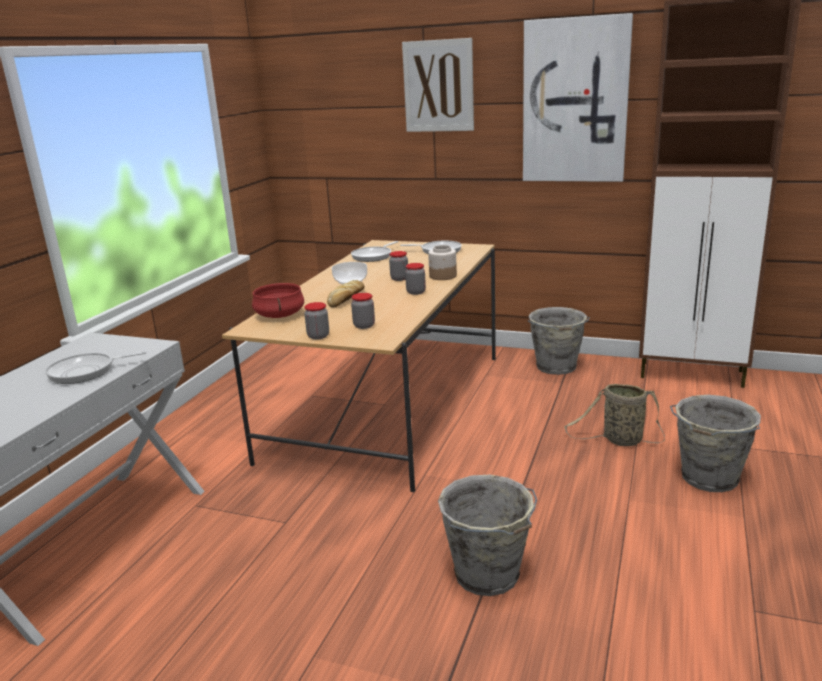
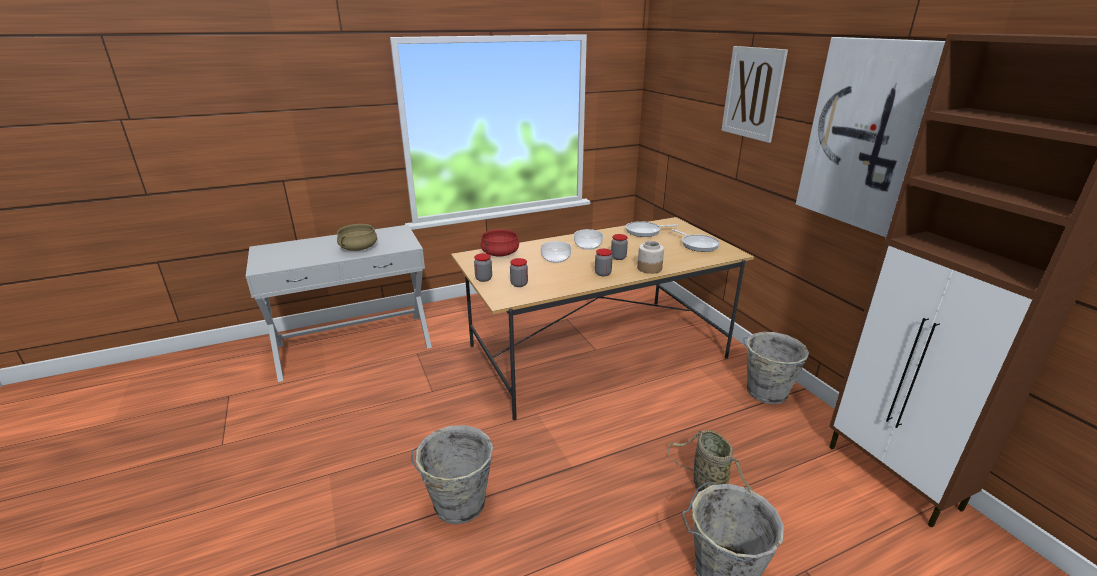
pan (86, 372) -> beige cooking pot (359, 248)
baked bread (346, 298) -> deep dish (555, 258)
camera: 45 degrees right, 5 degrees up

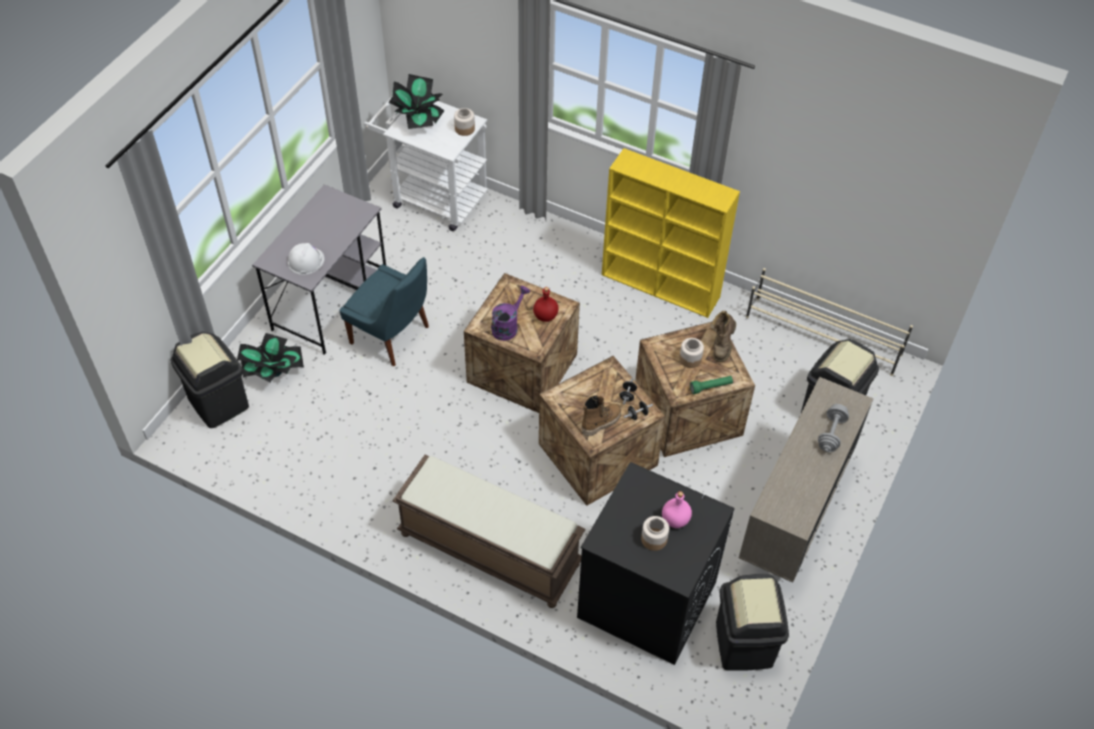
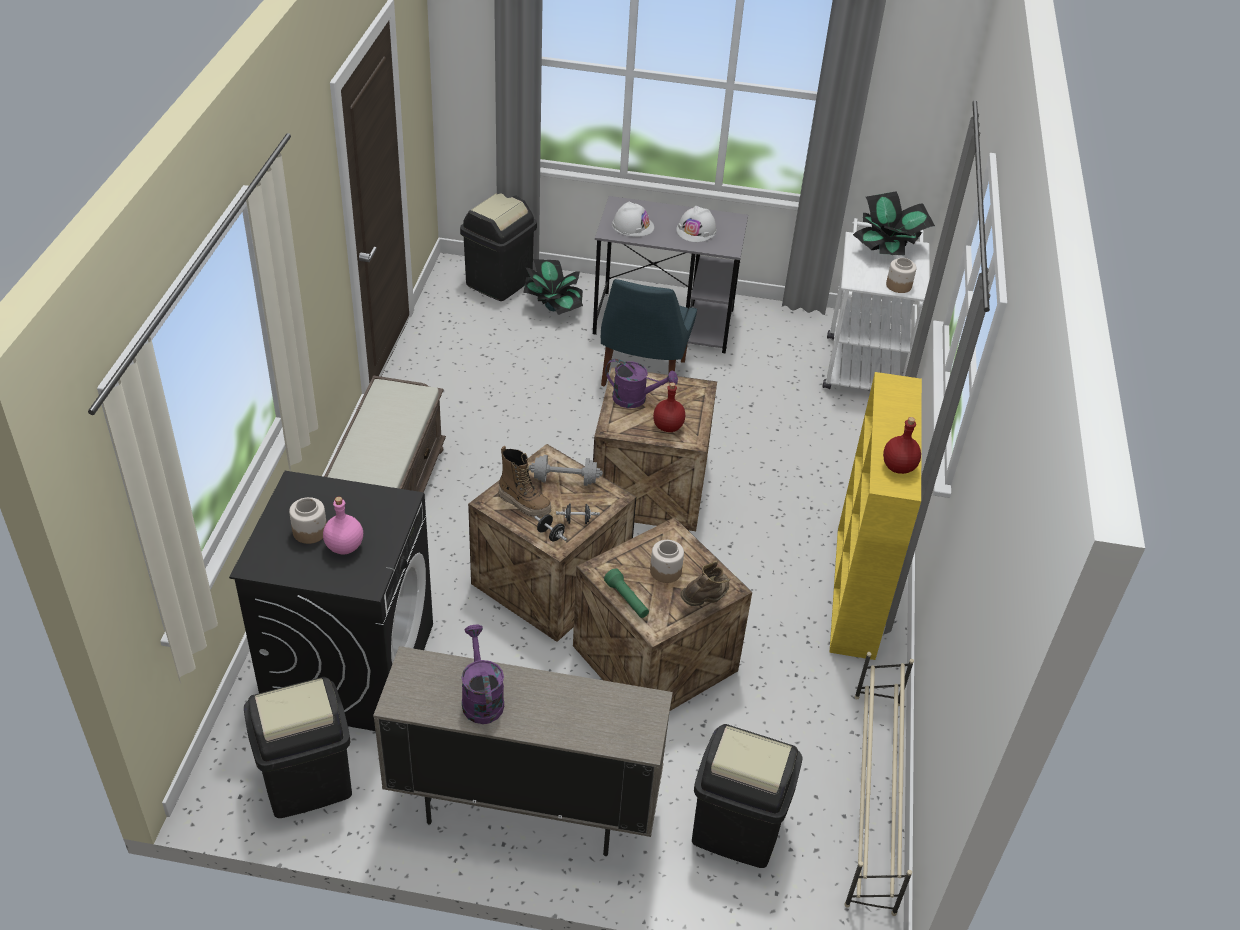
brown-coloured tall boot (721, 345) -> brown-coloured tall boot (705, 600), 135 degrees clockwise
grey free weight (831, 434) -> grey free weight (565, 480), move
none -> purple-coloured watering pot (481, 698)
none -> white-coloured safety helmet (696, 230)
none -> red-coloured beverage bottle (898, 467)
camera: 70 degrees right, 10 degrees down

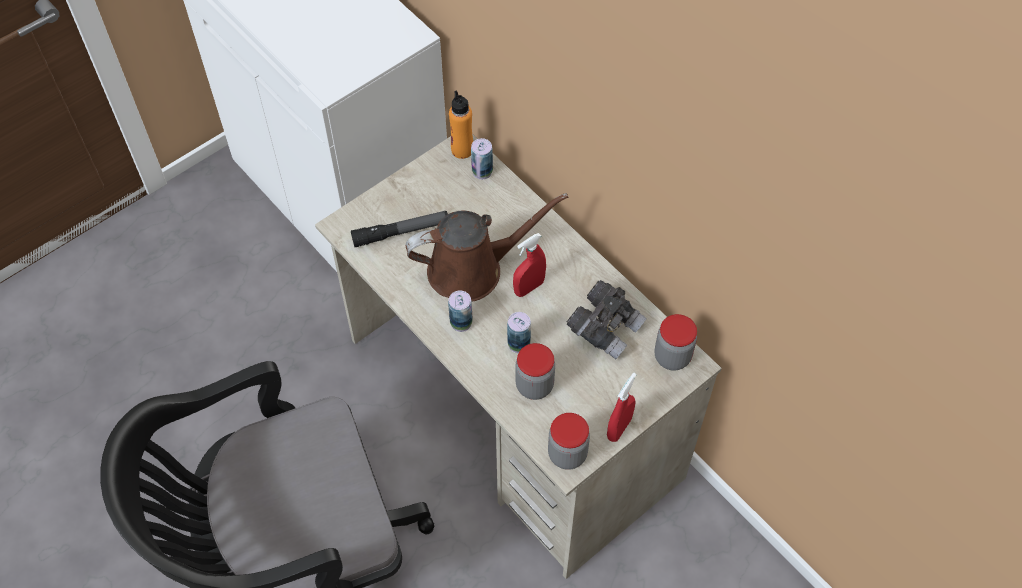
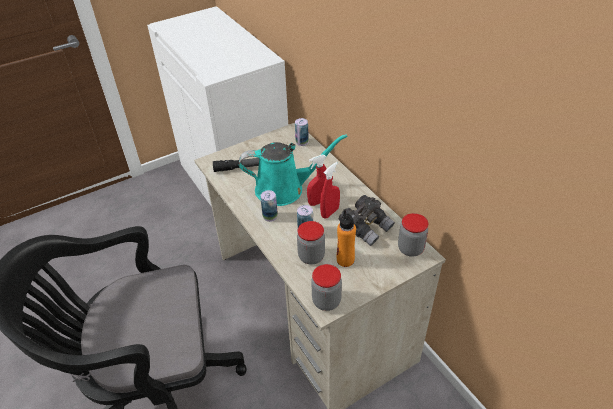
brown-coloured watering pot (472, 269) -> turquoise watering pot (284, 189)
orange beverage bottle (462, 150) -> orange beverage bottle (345, 260), move
red-coloured sprayer (619, 428) -> red-coloured sprayer (330, 212), move
camera: 10 degrees right, 15 degrees down

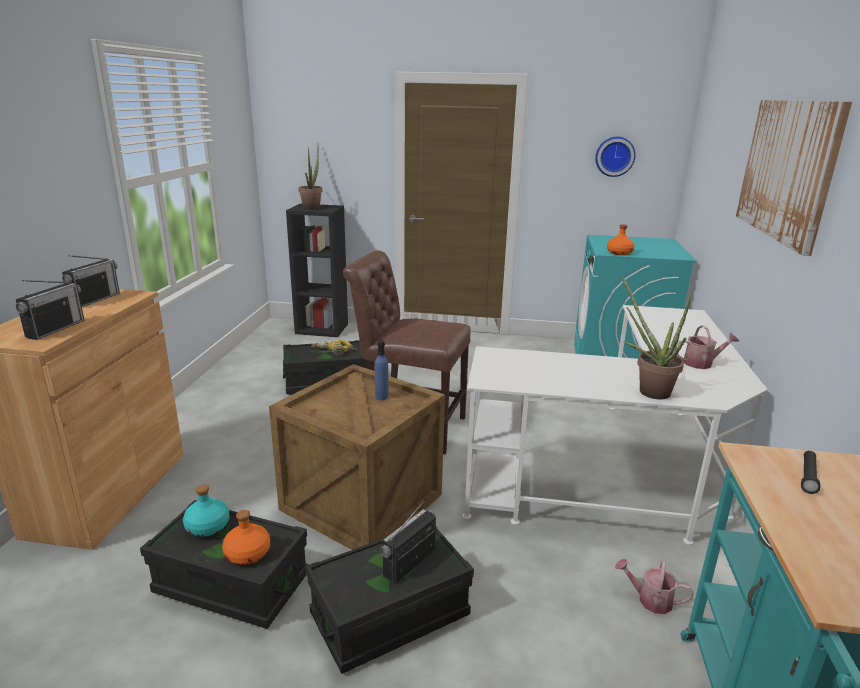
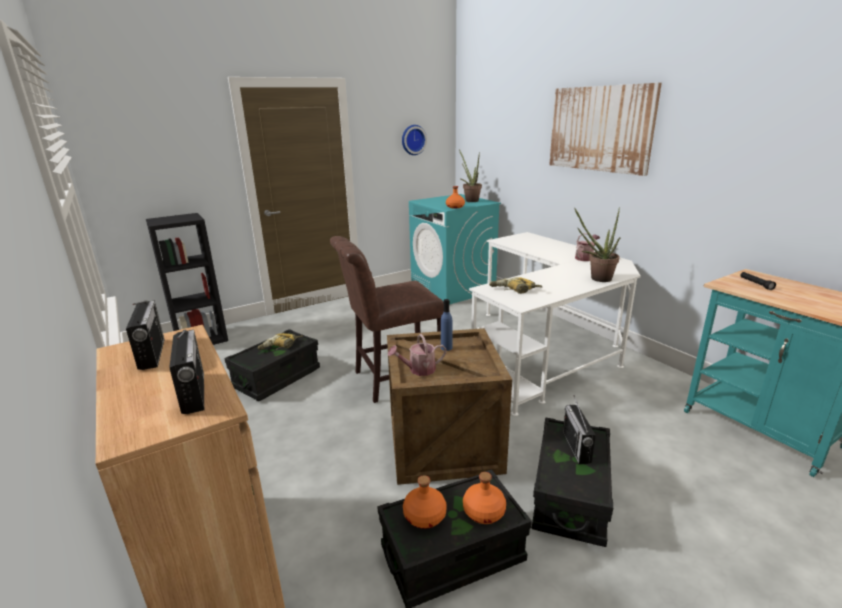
turquoise beverage bottle (207, 526) -> orange beverage bottle (425, 516)
potted plant (312, 207) -> potted plant (470, 200), move
watering pot (649, 599) -> watering pot (418, 370), move
none -> power drill (514, 290)
camera: 40 degrees left, 0 degrees up

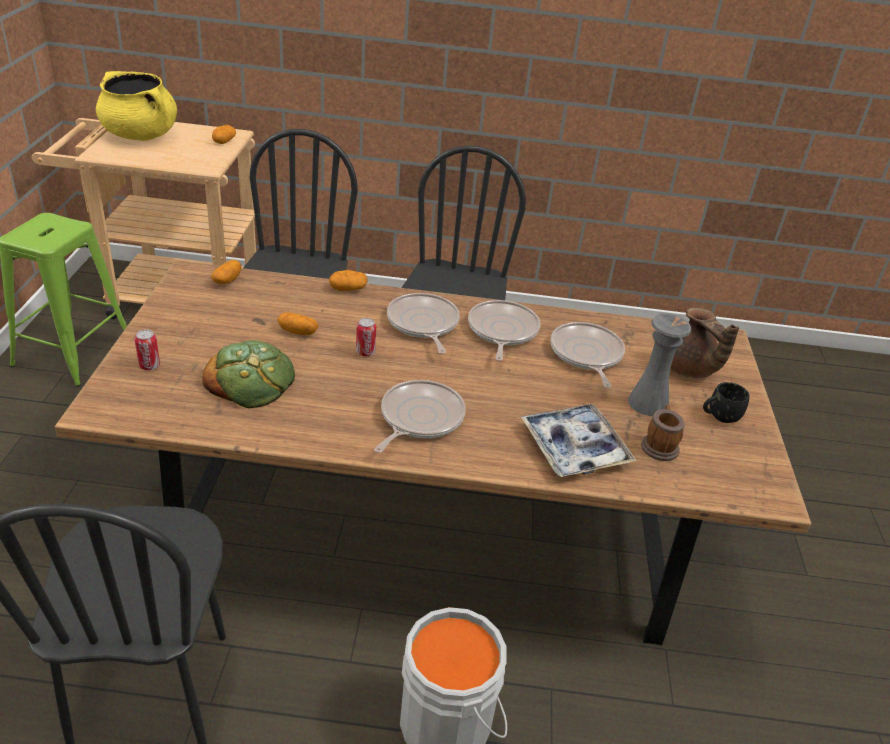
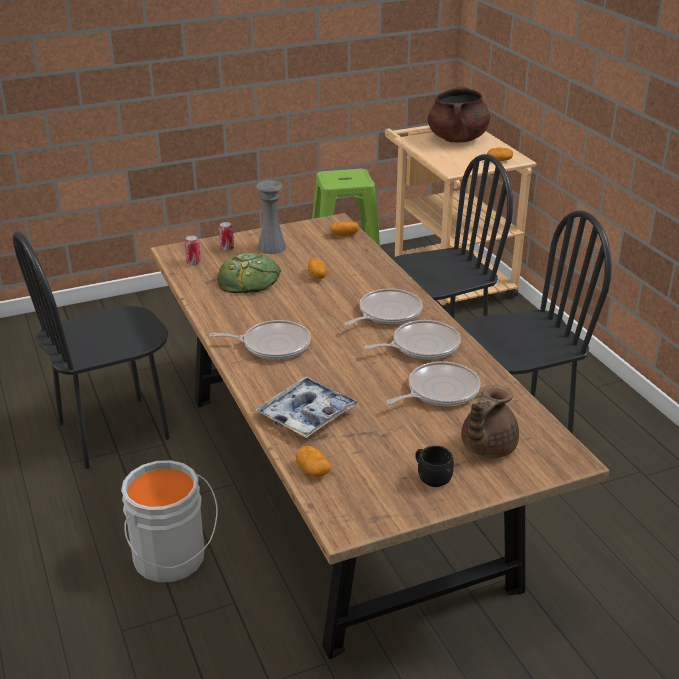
yellow-coloured cooking pot (141, 135) -> brown-coloured cooking pot (457, 139)
spud (348, 289) -> spud (313, 470), move
sealed can (365, 352) -> sealed can (193, 262), move
grey vase (648, 403) -> grey vase (271, 247), move
tea mug (659, 445) -> none
camera: 65 degrees right, 5 degrees down

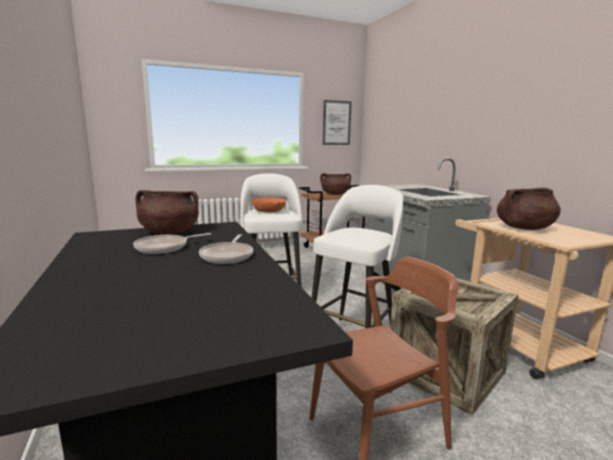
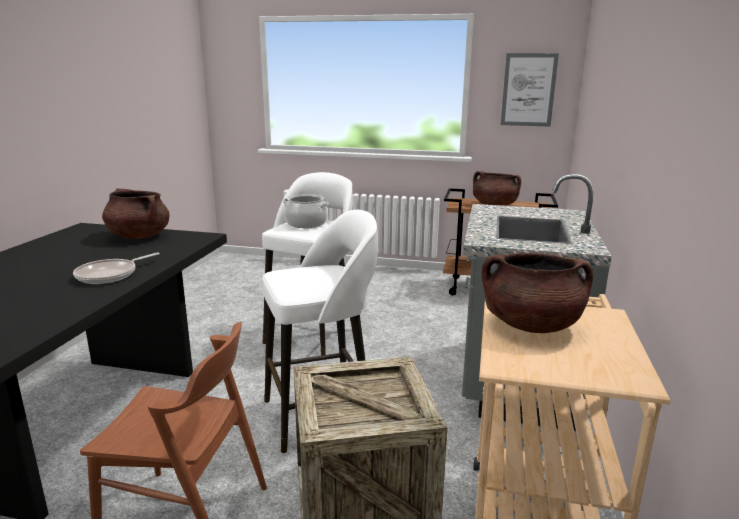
pan (165, 247) -> none
orange deep dish (268, 211) -> cooking pot (306, 223)
camera: 35 degrees right, 5 degrees up

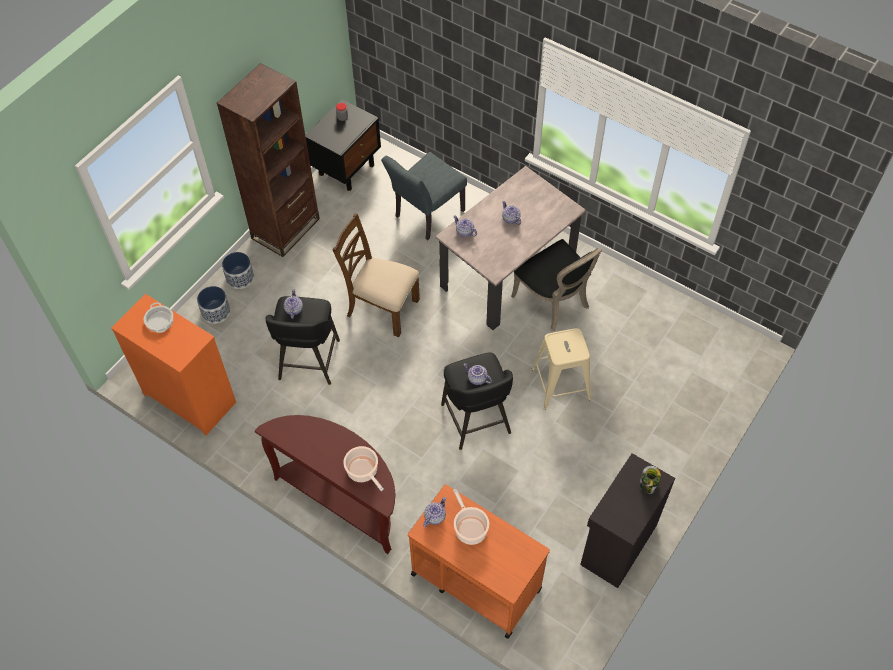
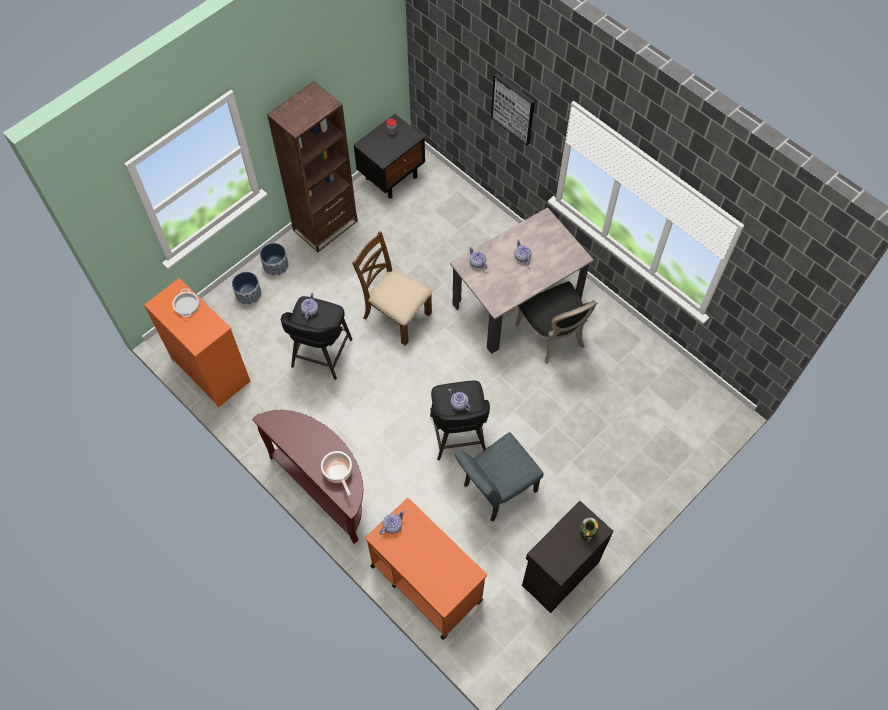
grey upright chair (425, 216) -> grey upright chair (495, 491), move
cooking pot (470, 528) -> none
beige stool (560, 384) -> none
none -> wall art (513, 108)
camera: 10 degrees right, 5 degrees up

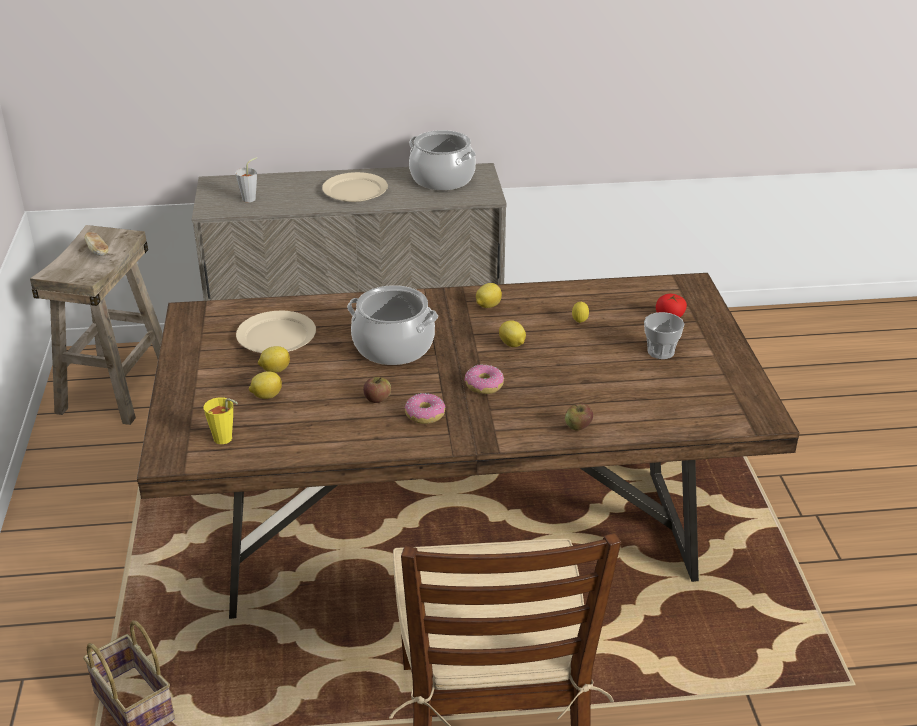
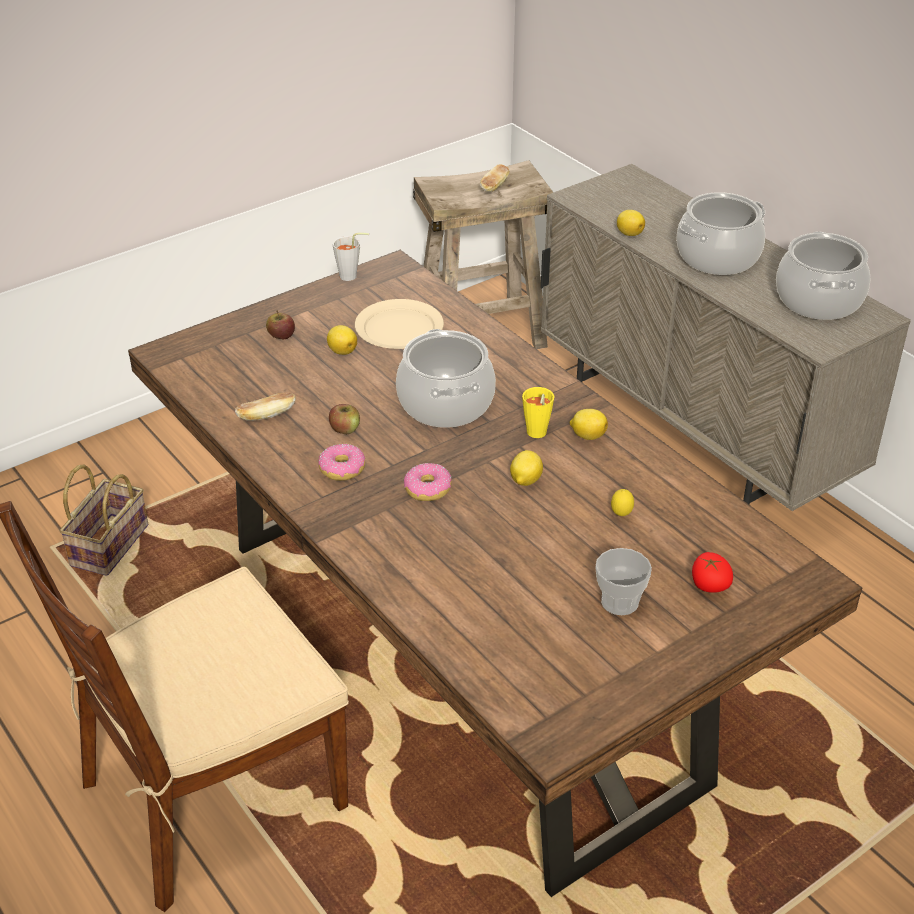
yellow-coloured small cup (226, 440) -> yellow-coloured small cup (536, 435), move
grey small cup (251, 198) -> grey small cup (352, 276), move
citrus fruit (266, 396) -> citrus fruit (629, 233), move
beige plate (354, 190) -> cooking pot (717, 257)
apple (578, 426) -> apple (281, 336), move
none -> baked bread (266, 416)
camera: 60 degrees right, 5 degrees up

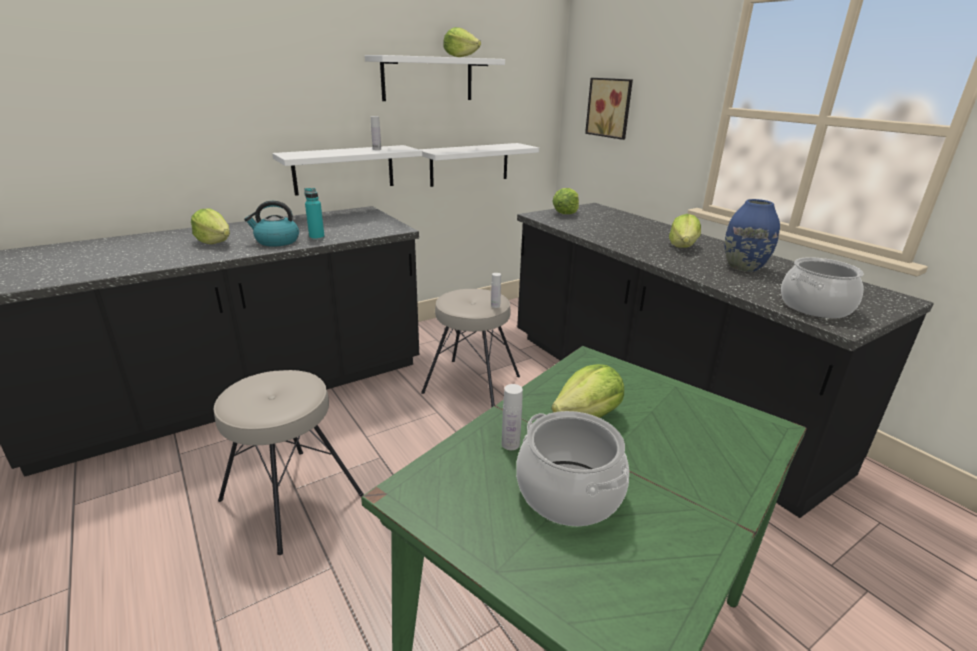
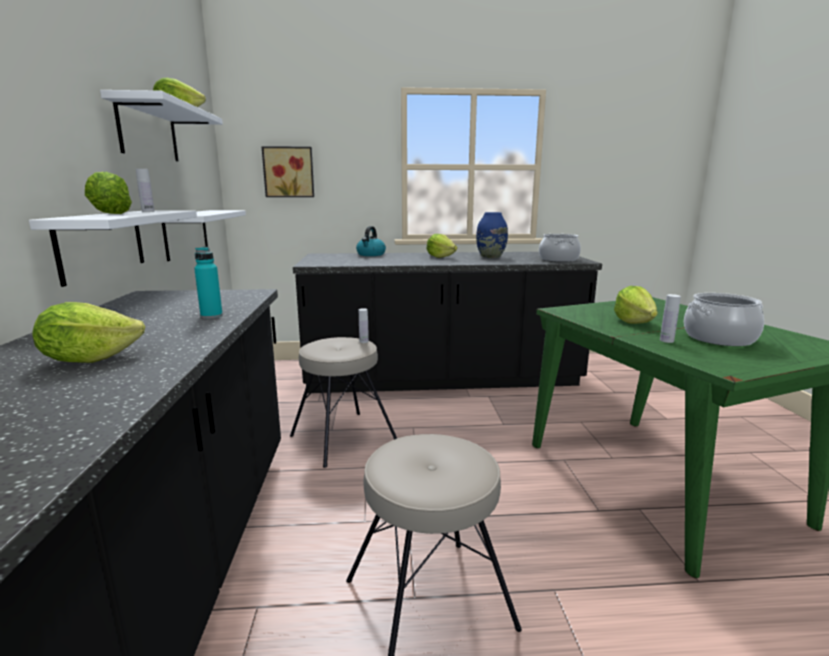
water kettle (276, 241) -> water kettle (371, 254), move
lettuce (565, 213) -> lettuce (111, 214), move
camera: 60 degrees left, 10 degrees down

